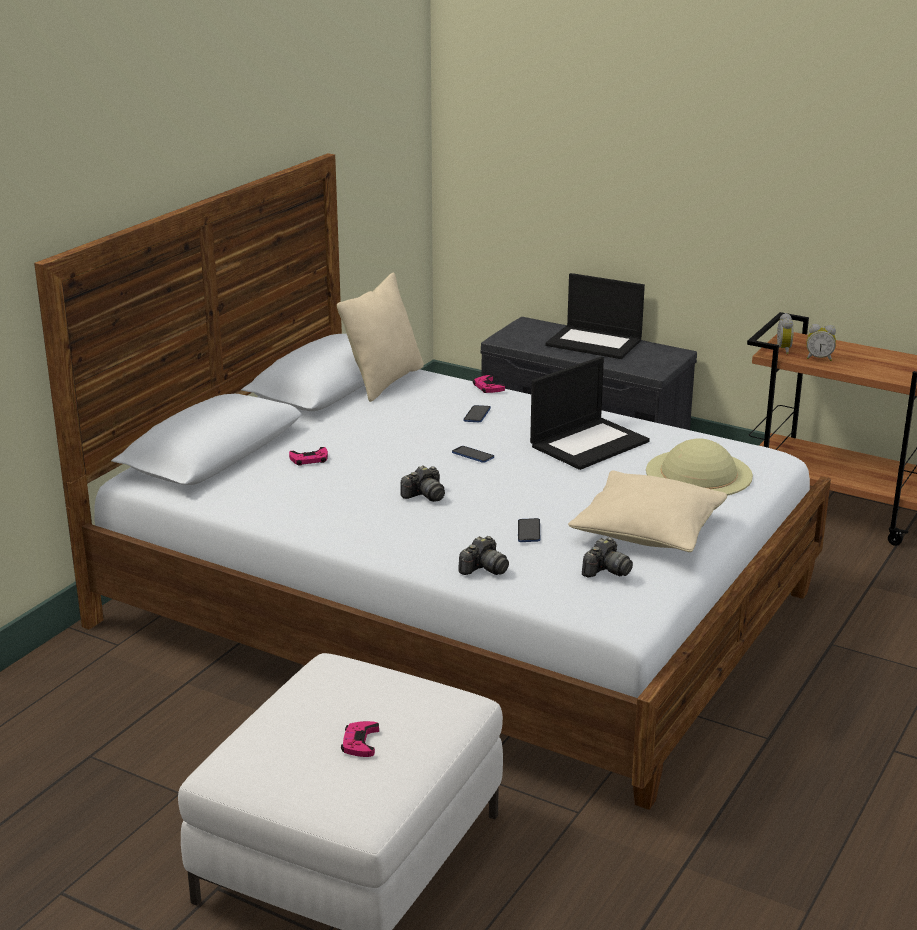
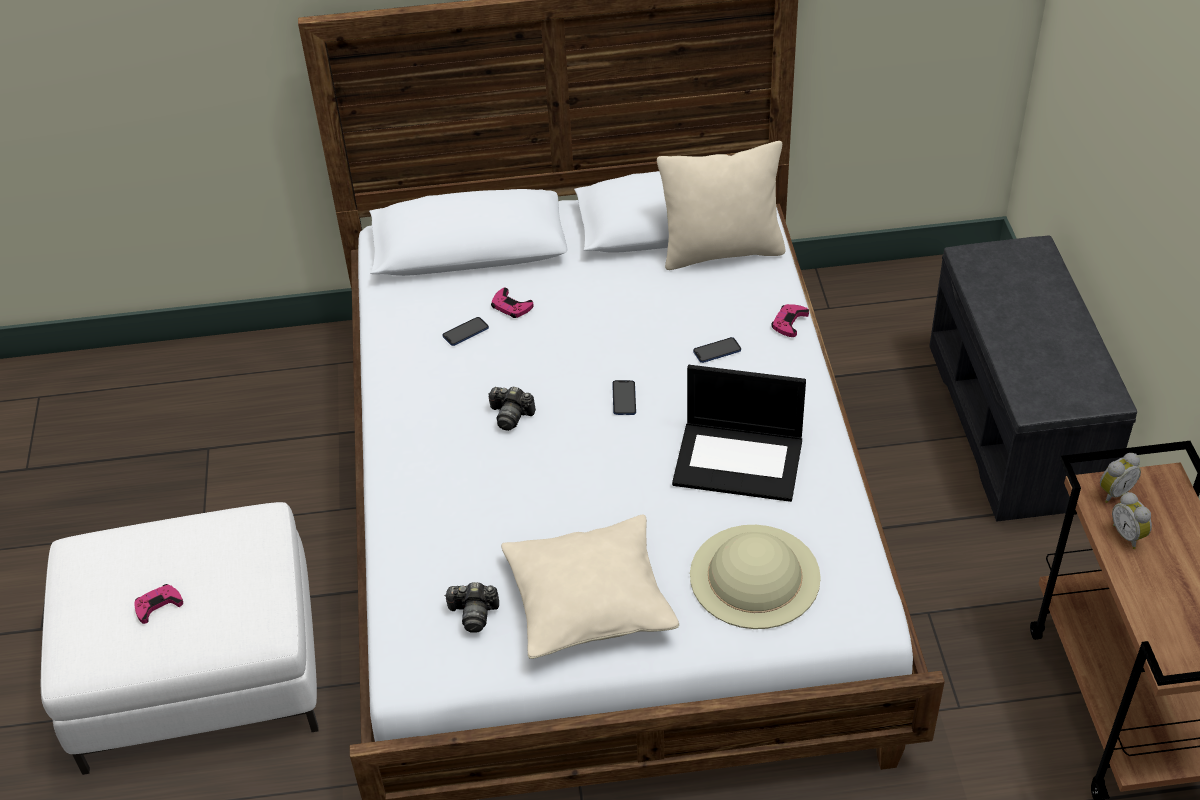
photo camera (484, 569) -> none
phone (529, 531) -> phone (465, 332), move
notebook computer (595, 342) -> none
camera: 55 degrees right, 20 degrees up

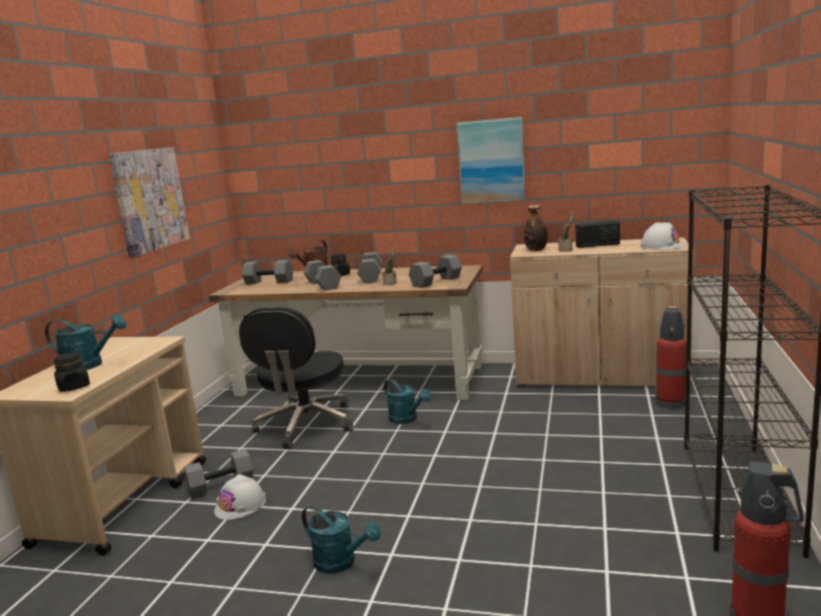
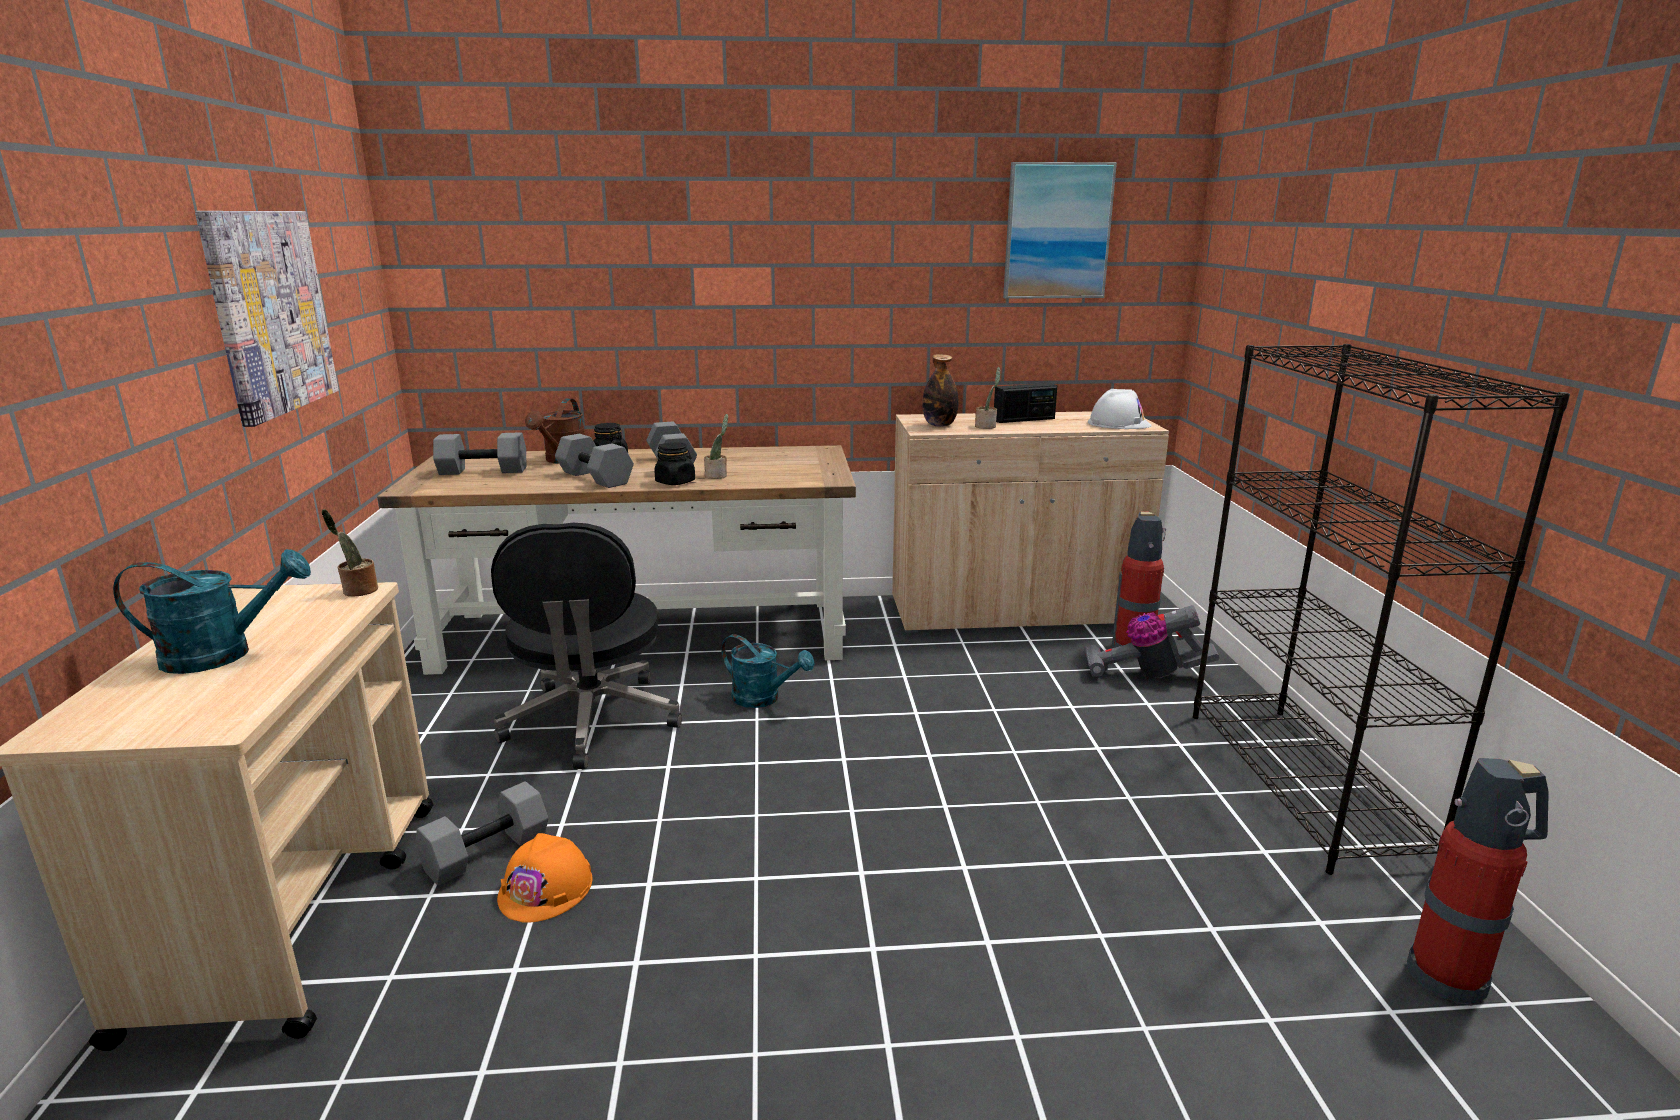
black preserve jar (74, 387) -> black preserve jar (675, 482), move
white-coloured safety helmet (240, 505) -> orange safety helmet (546, 888)
turquoise watering pot (341, 563) -> none
grey free weight (436, 281) -> none
wall art (491, 161) -> wall art (1057, 231), move
none -> potted plant (358, 591)
none -> vacuum (1145, 675)
camera: 20 degrees left, 5 degrees up

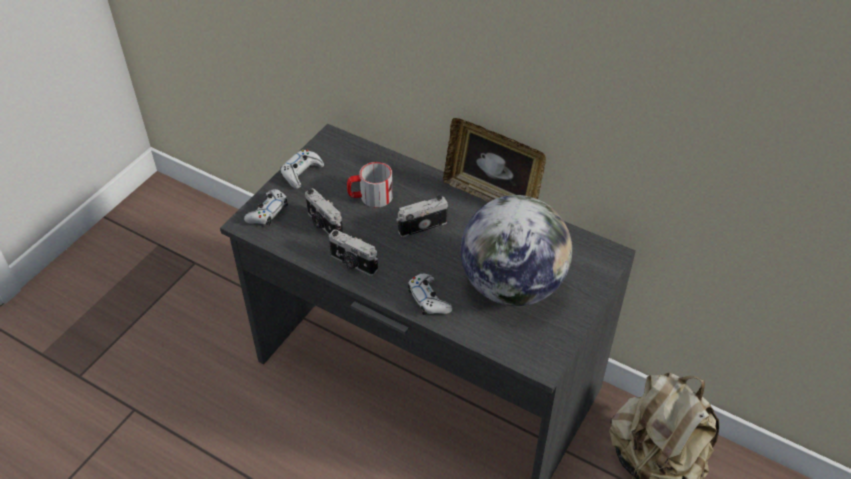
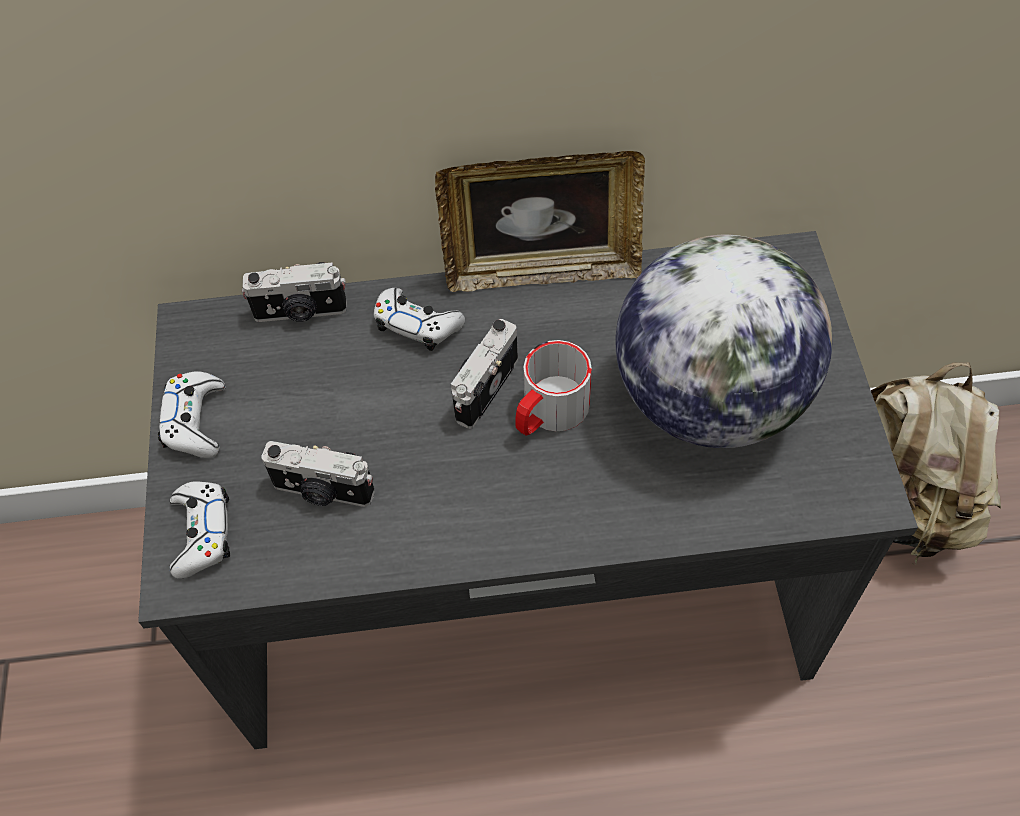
photo camera (353, 263) -> photo camera (300, 312), move
tea mug (370, 197) -> tea mug (548, 412), move
white-coloured joypad (429, 299) -> white-coloured joypad (417, 324), move
camera: 35 degrees left, 10 degrees up

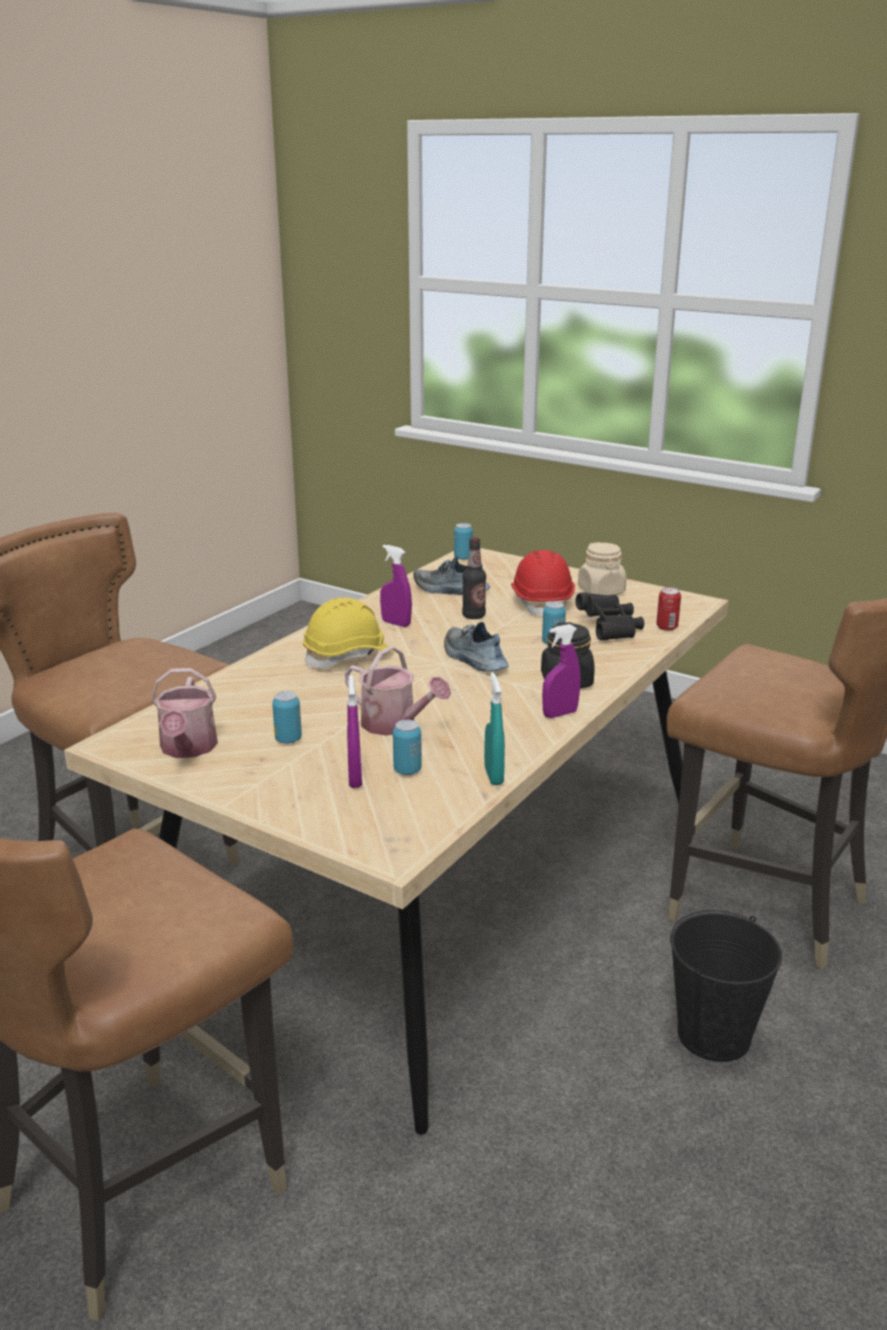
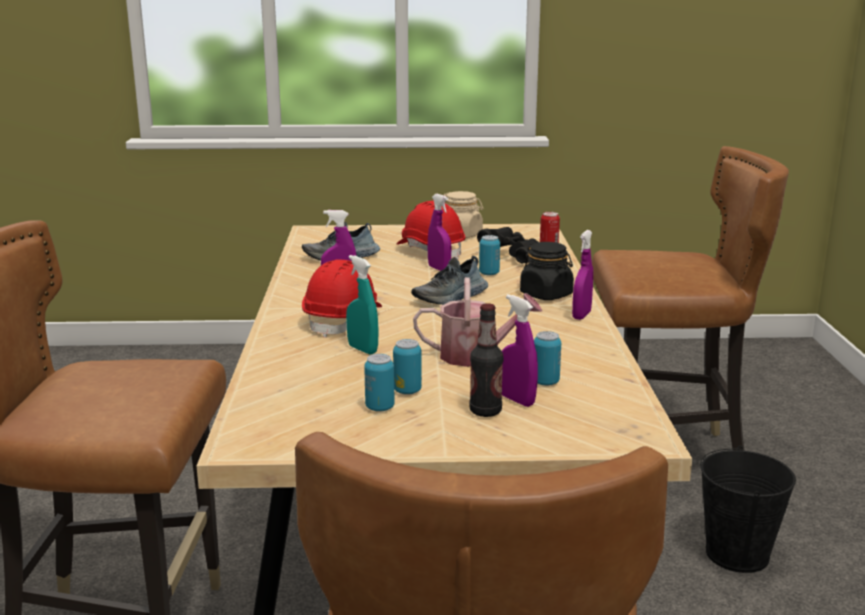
watering pot (187, 749) -> none
yellow-coloured safety helmet (348, 656) -> red-coloured safety helmet (344, 320)
low shoe (473, 659) -> low shoe (451, 298), 60 degrees counterclockwise
sealed can (463, 558) -> sealed can (380, 407), move
beverage bottle (473, 616) -> beverage bottle (485, 411), move
turquoise sprayer (493, 776) -> turquoise sprayer (362, 349), move
none -> purple-coloured sprayer (439, 269)
camera: 35 degrees left, 5 degrees down

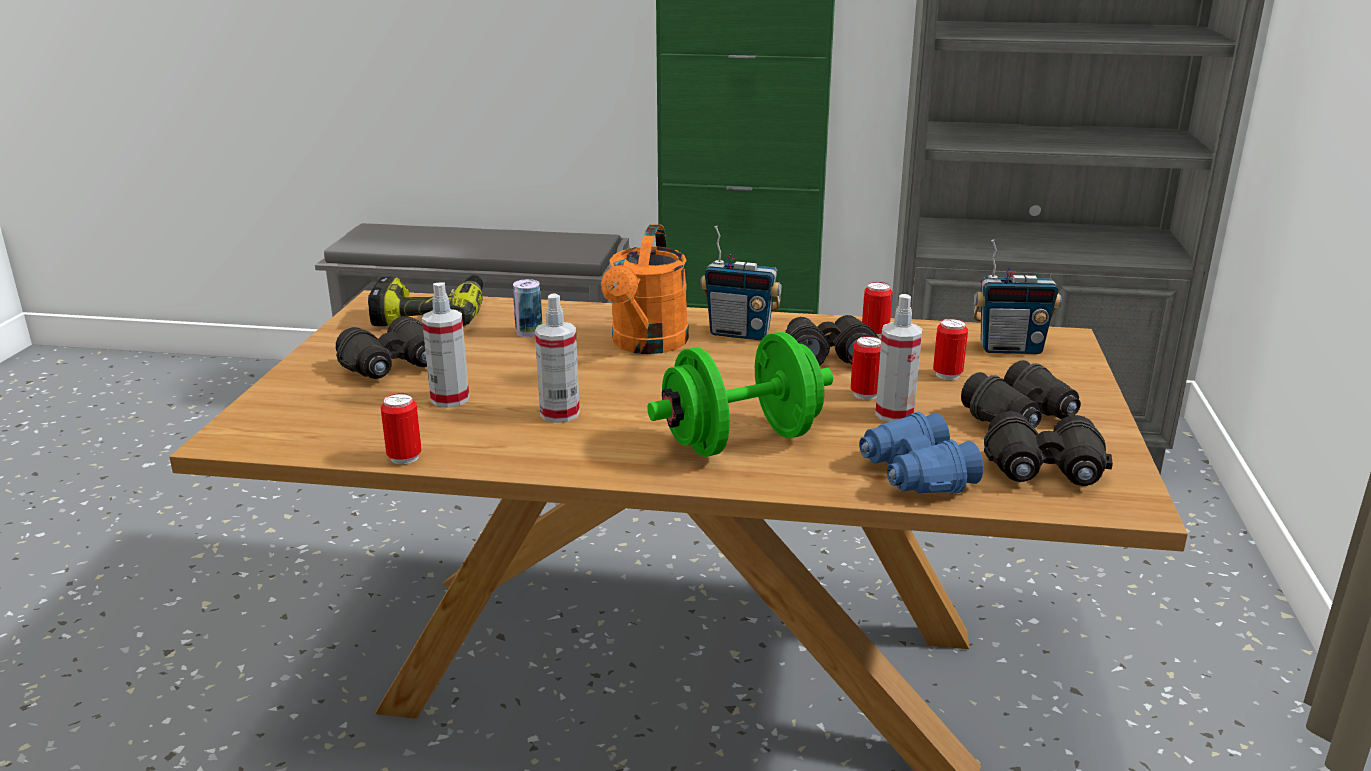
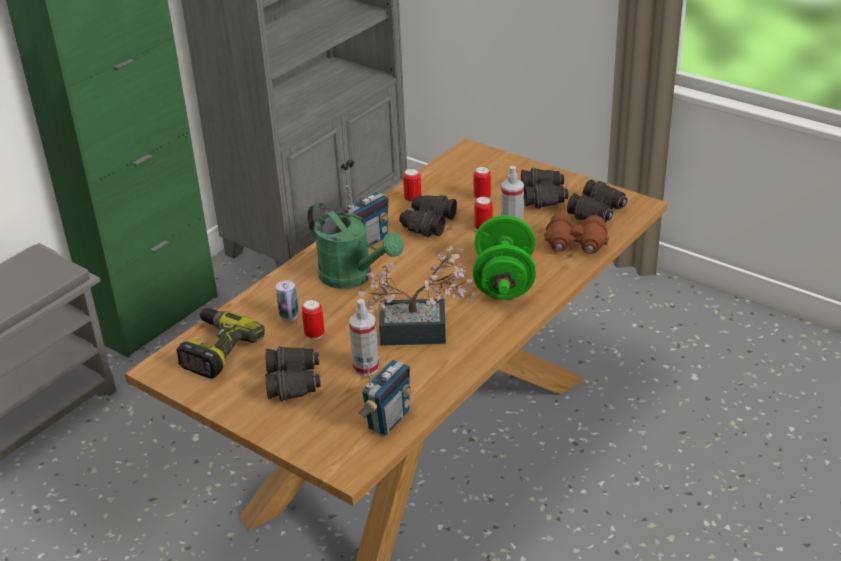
sealed can (404, 457) -> sealed can (314, 335), move
sprayer (559, 414) -> potted plant (422, 331)
orange watering pot (646, 345) -> greenish watering pot (353, 277)
bluish pair of binoculars (915, 475) -> brown-coloured pair of binoculars (576, 245)
radio set (1010, 348) -> radio set (388, 420), move
camera: 60 degrees left, 10 degrees up

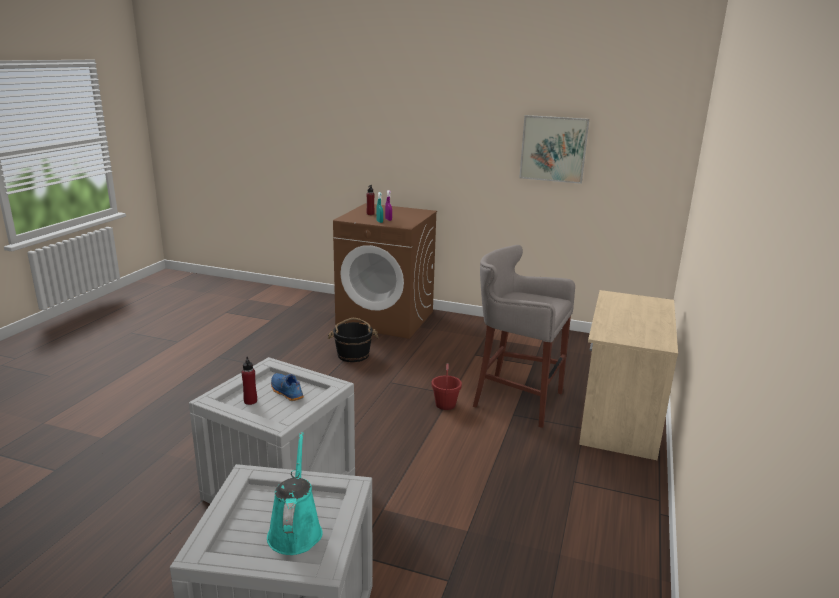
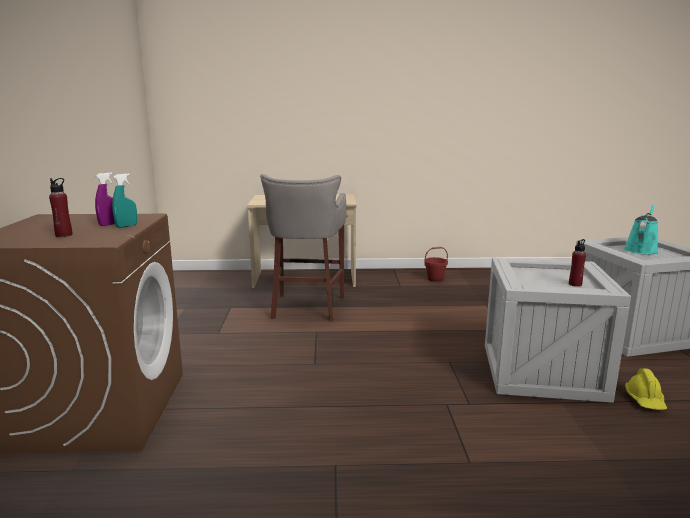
turquoise watering pot (295, 530) -> turquoise watering pot (641, 250), 150 degrees clockwise
bluish low shoe (286, 392) -> none
black pail (353, 355) -> none
red-coloured pail (445, 404) -> red-coloured pail (435, 279), move
wall art (553, 149) -> none
none -> yellow-coloured safety helmet (645, 400)
camera: 110 degrees left, 5 degrees down

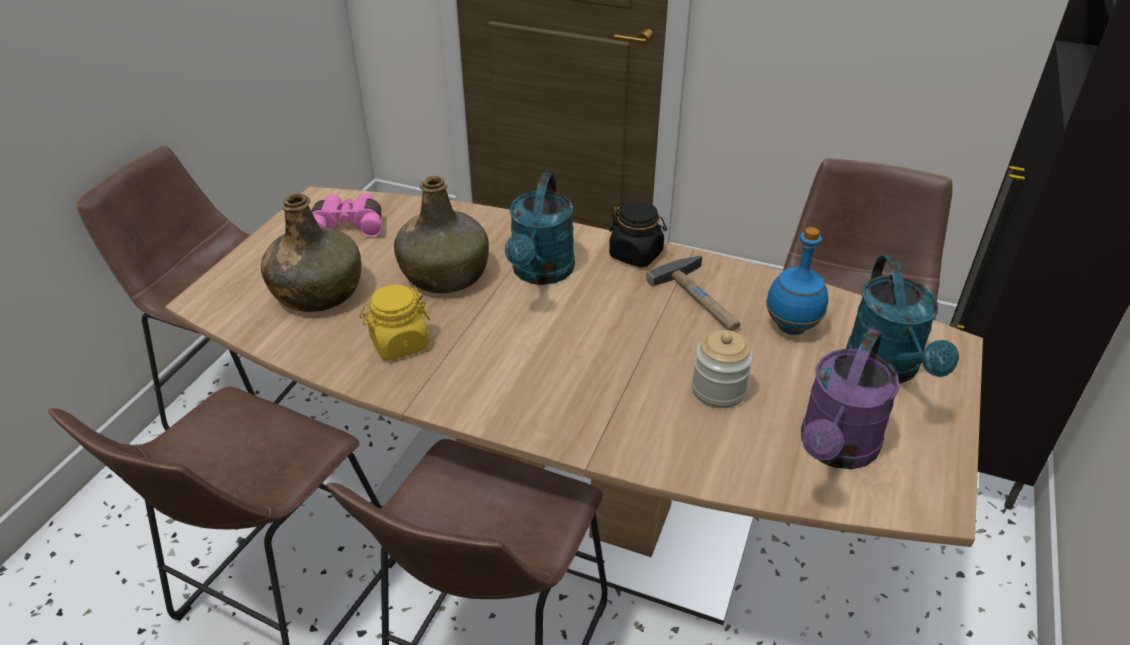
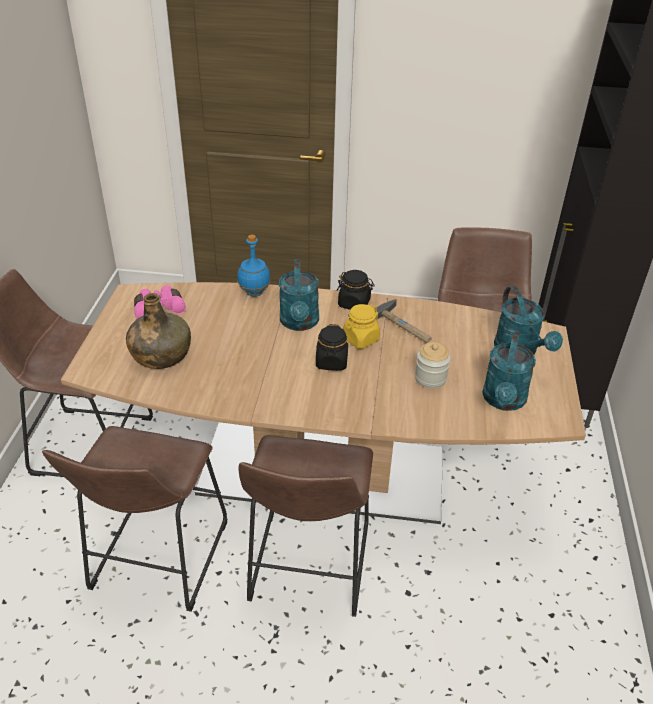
yellow-coloured preserve jar (399, 343) -> yellow-coloured preserve jar (360, 339), move
greenish beverage bottle (445, 274) -> none
bluish beverage bottle (790, 327) -> bluish beverage bottle (254, 292), move
purple-coloured watering pot (835, 450) -> turquoise watering pot (503, 401)
none -> black preserve jar (331, 362)
camera: 15 degrees left, 0 degrees up

